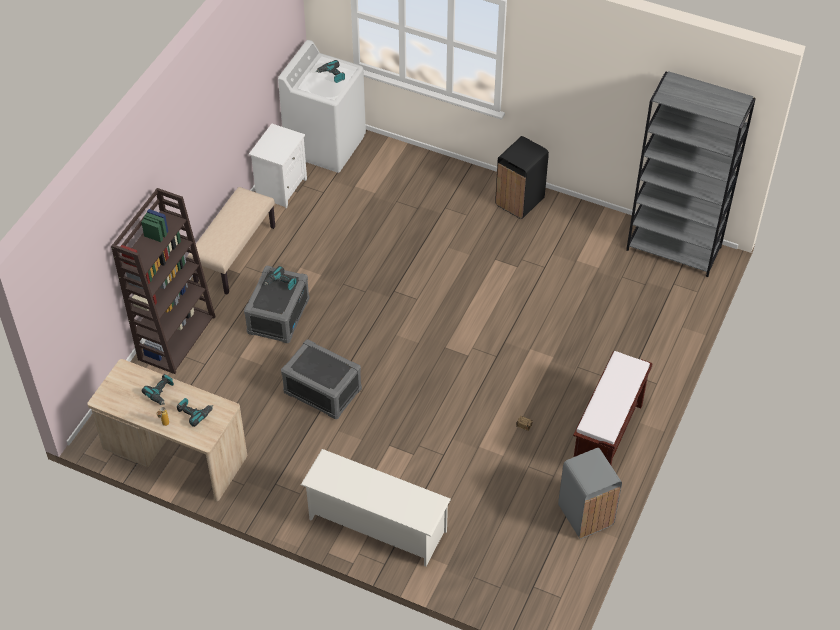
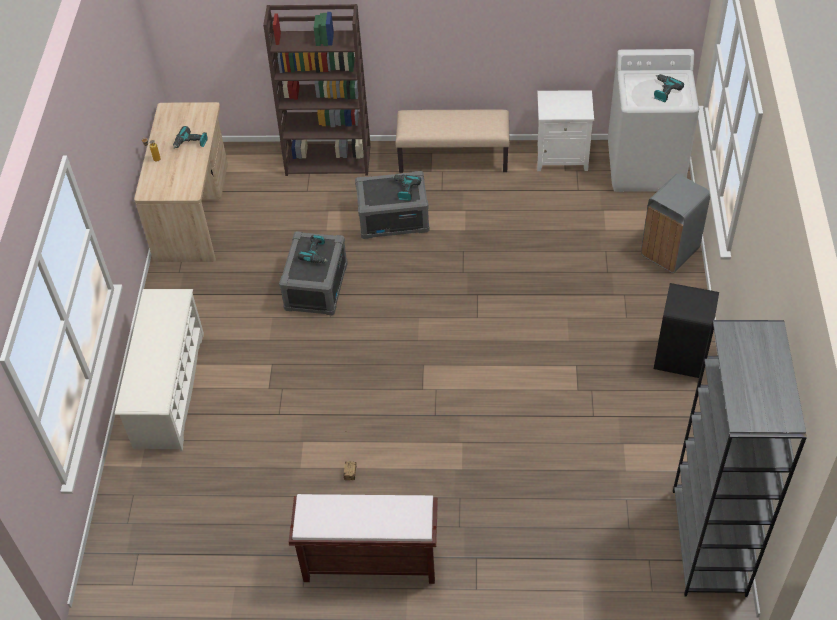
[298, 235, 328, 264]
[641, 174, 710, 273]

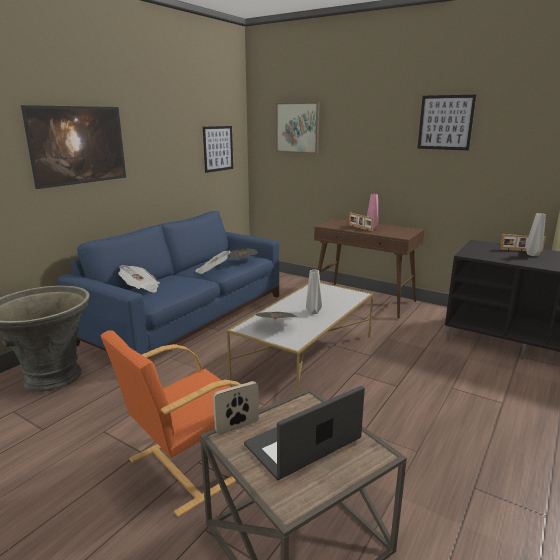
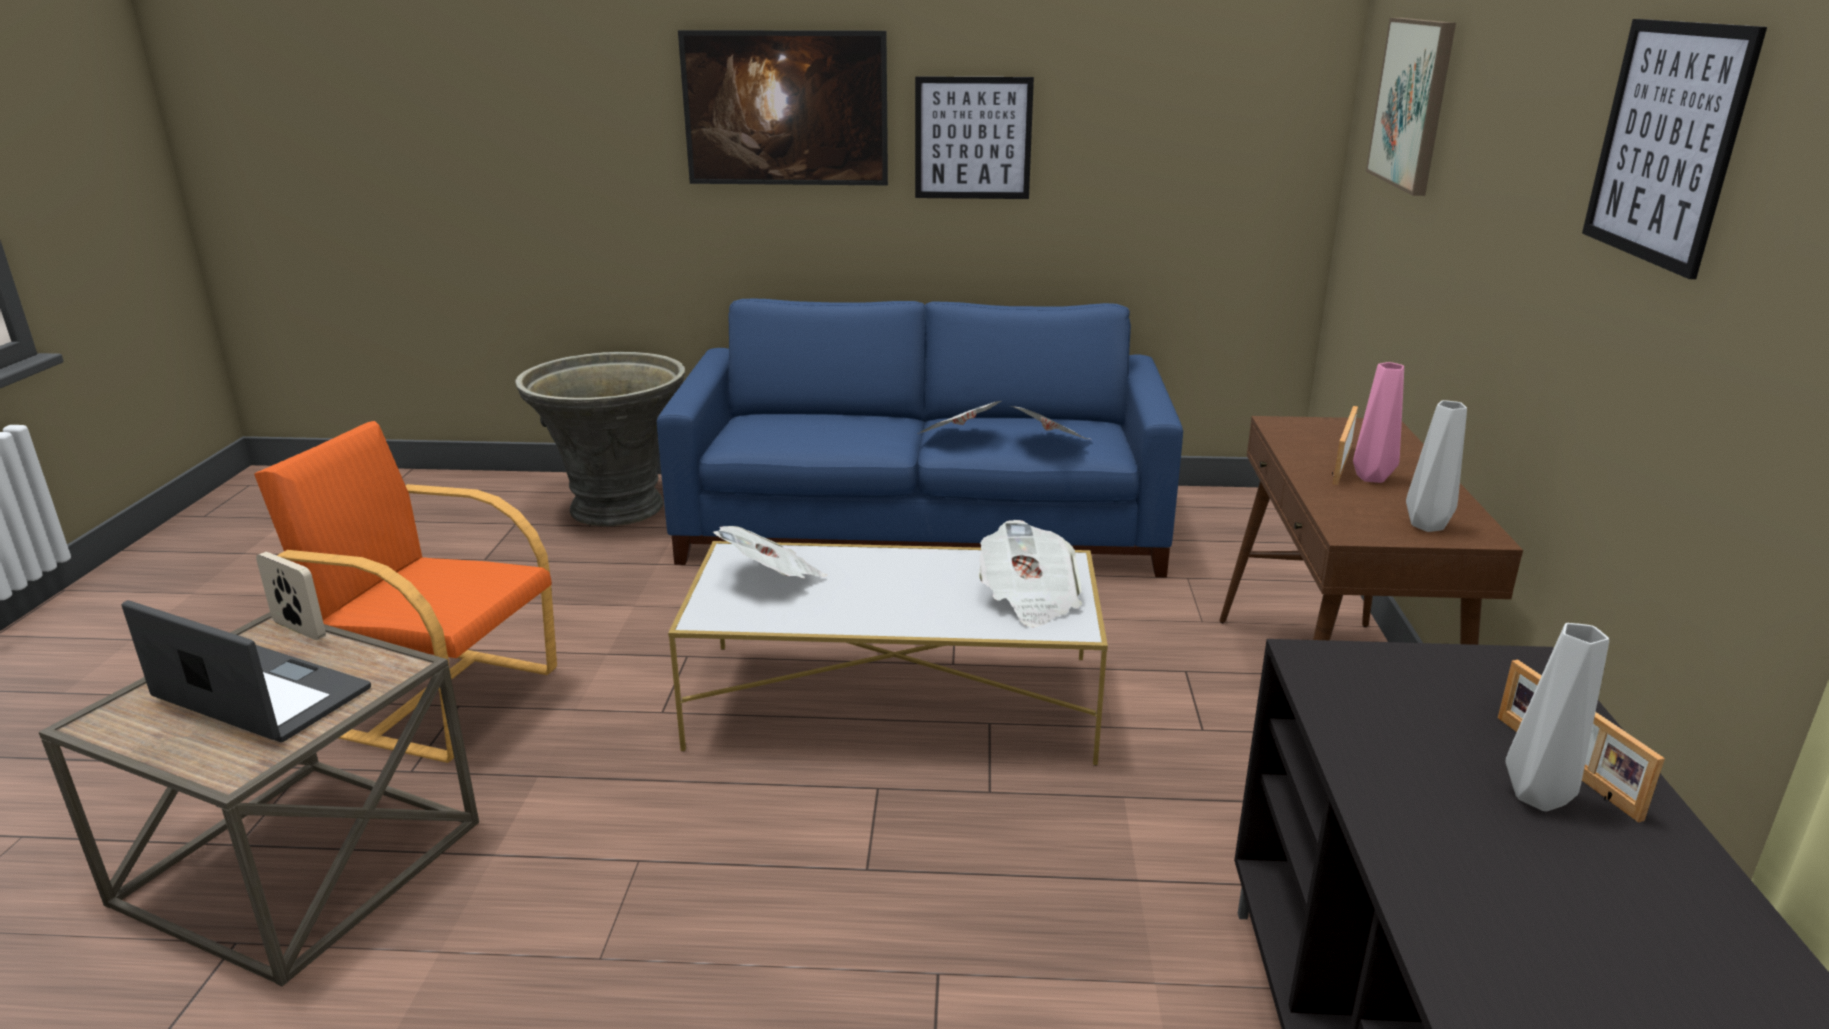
[978, 520, 1082, 628]
[915, 76, 1034, 199]
[1406, 400, 1467, 532]

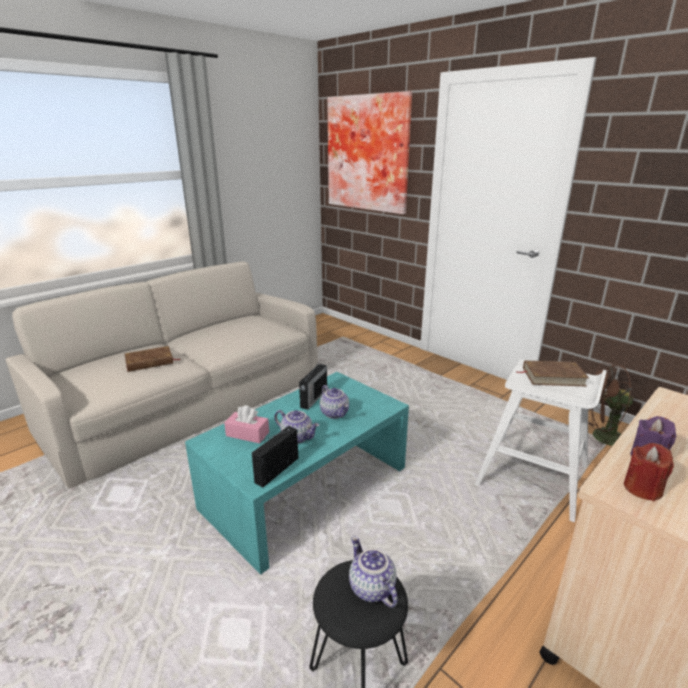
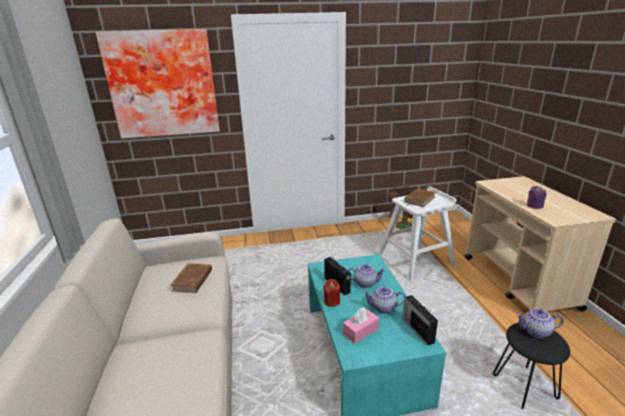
[170, 263, 212, 293]
[363, 287, 405, 314]
[323, 279, 340, 307]

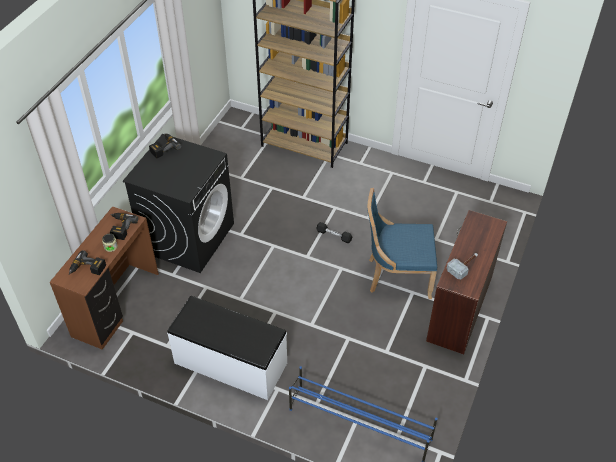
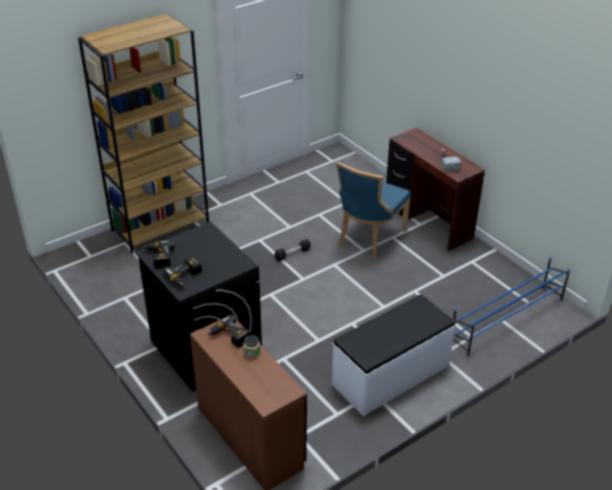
[162, 256, 202, 287]

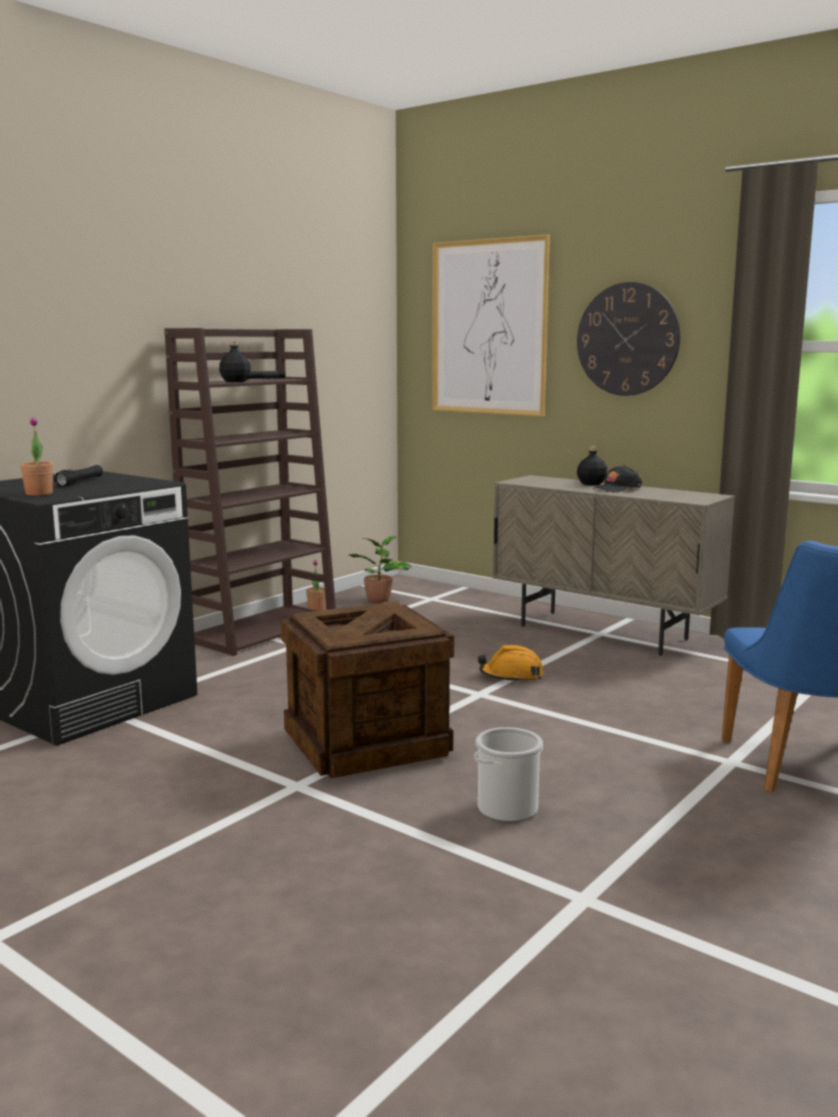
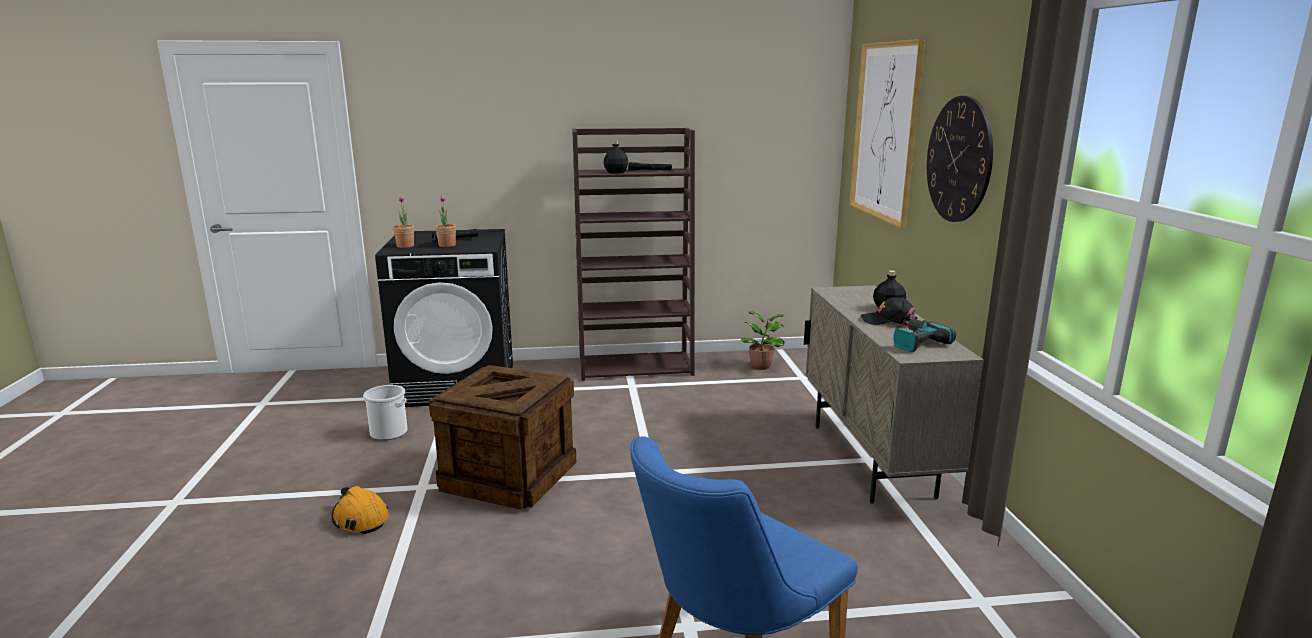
[435, 196, 456, 247]
[363, 385, 407, 440]
[332, 486, 389, 534]
[893, 319, 956, 352]

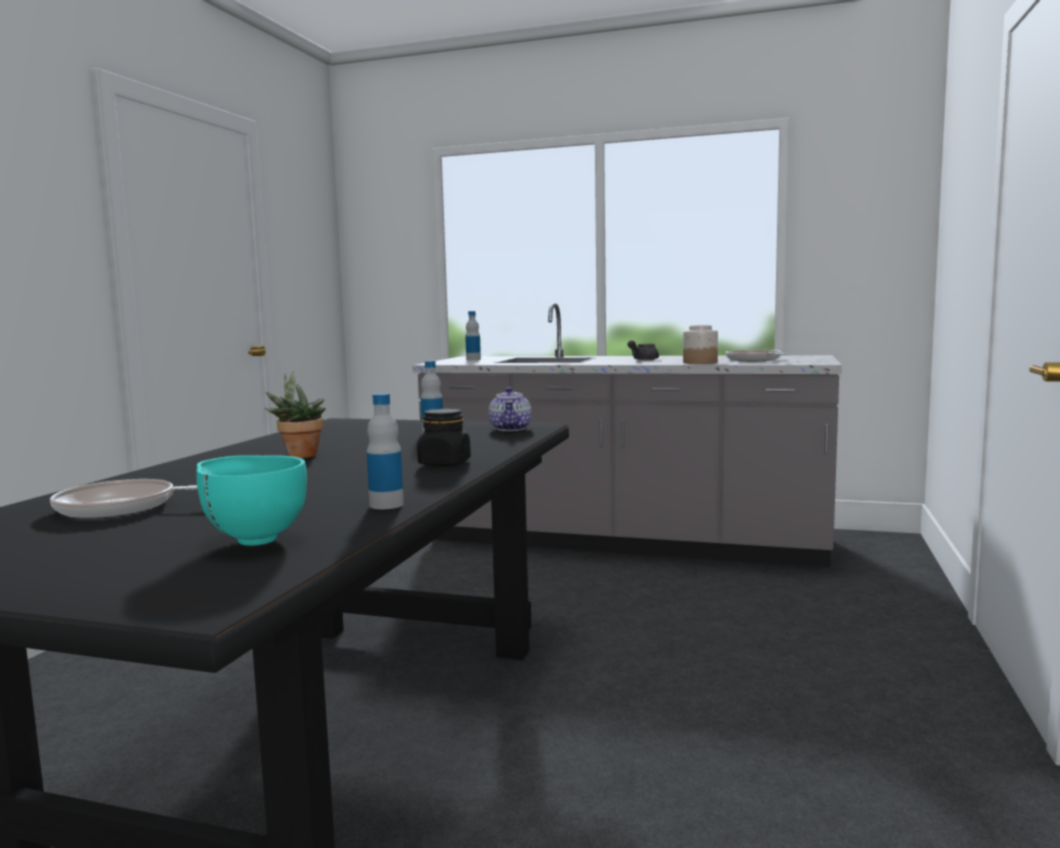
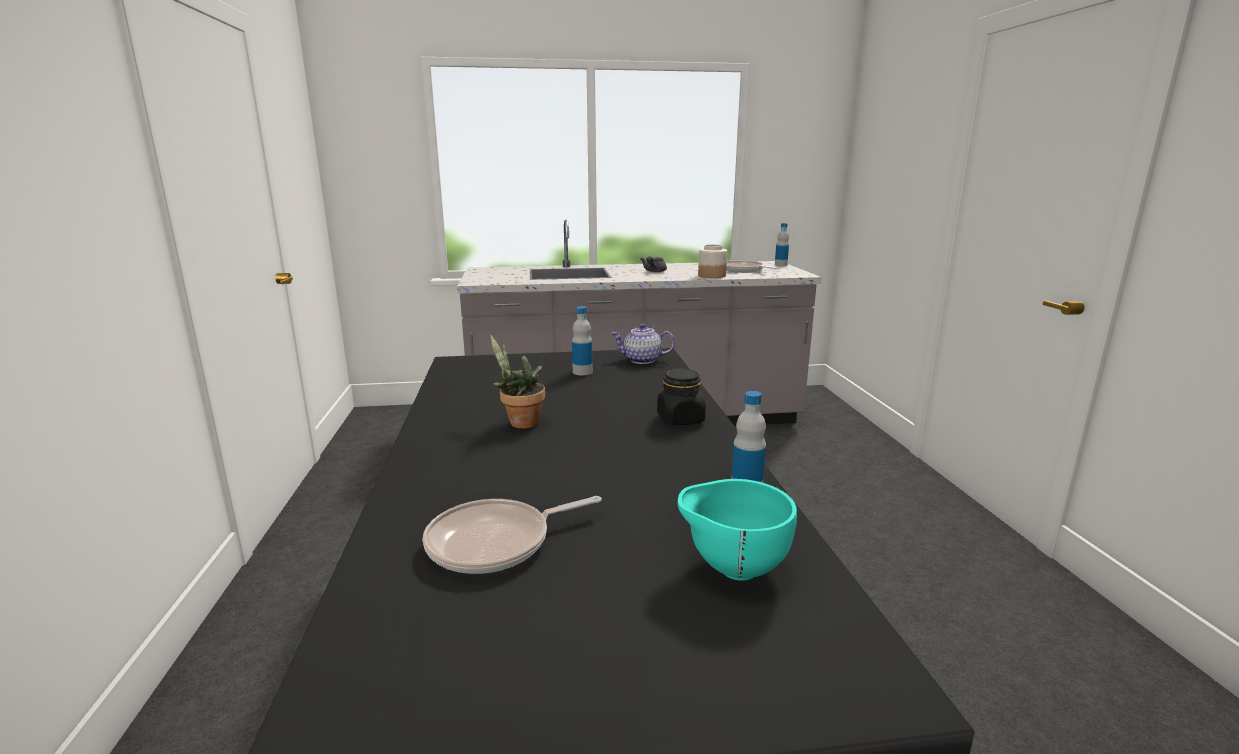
[775, 223, 789, 266]
[611, 324, 675, 364]

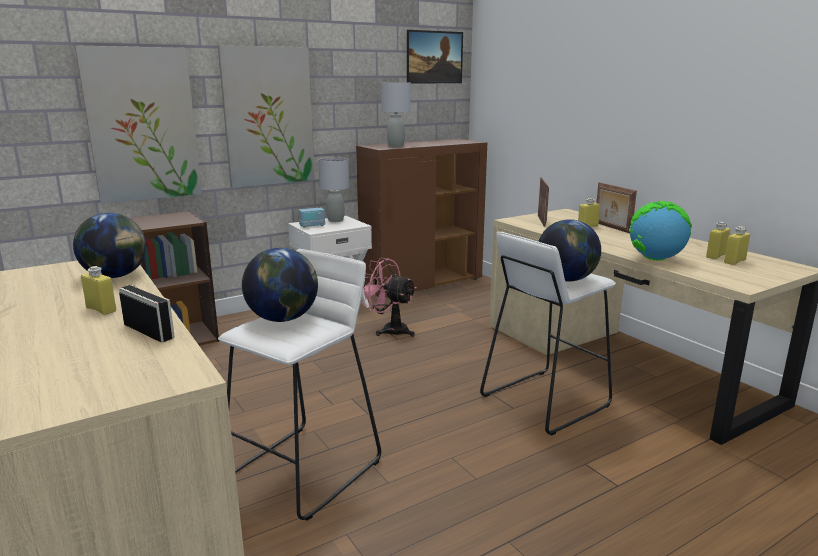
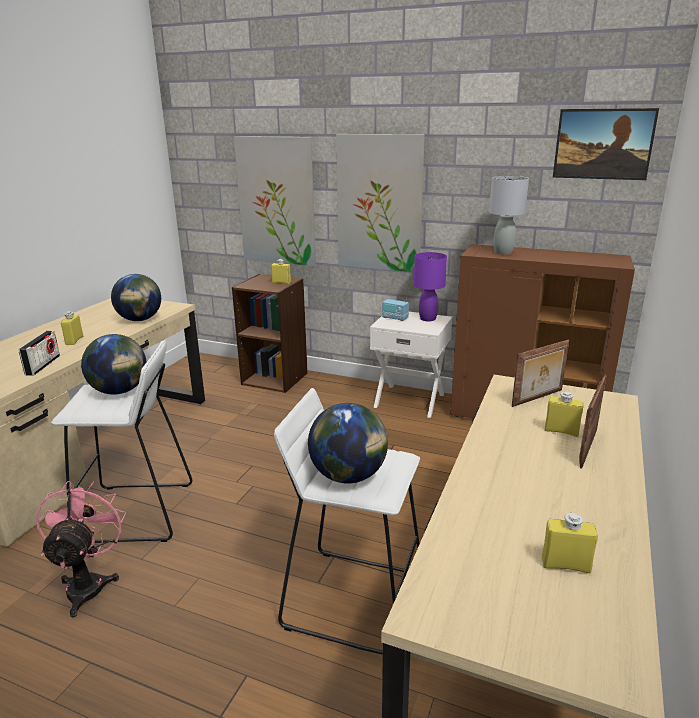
[414, 252, 447, 321]
[36, 481, 126, 617]
[629, 201, 692, 261] (first image)
[271, 259, 291, 284]

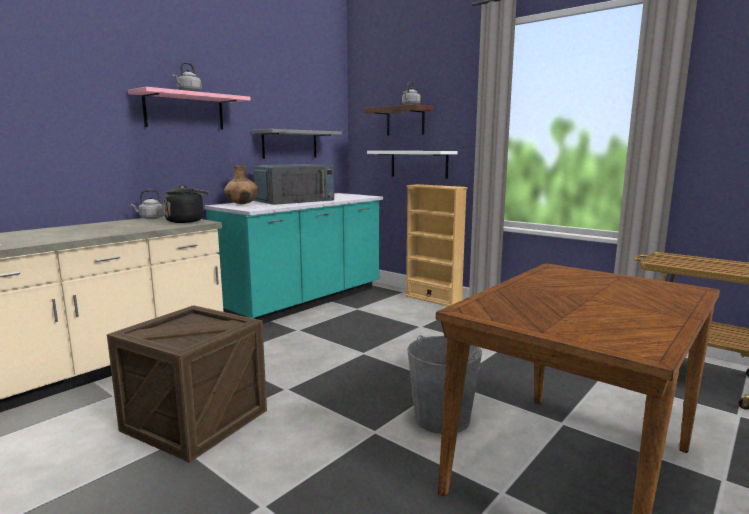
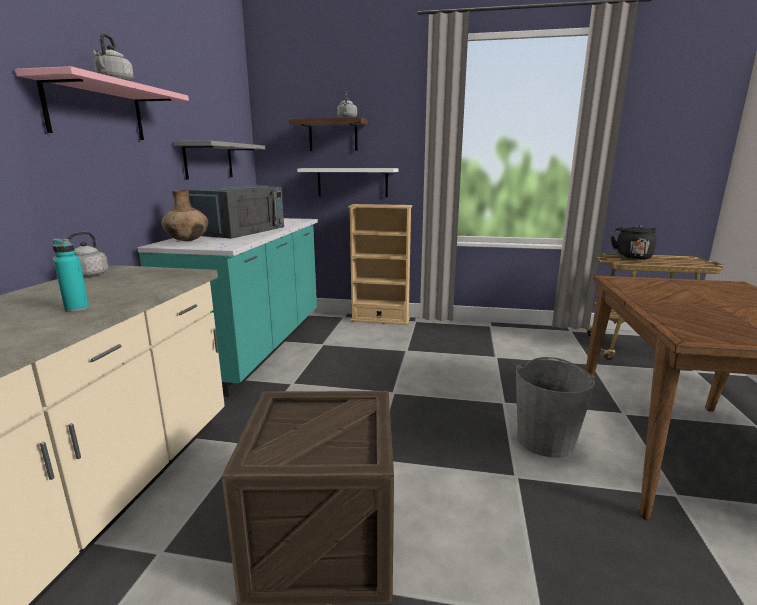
[611, 225, 657, 260]
[53, 239, 89, 312]

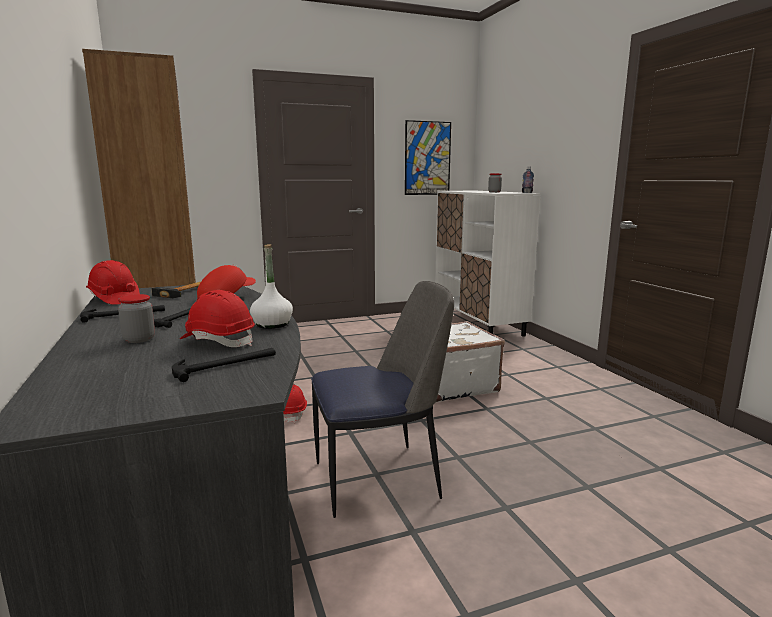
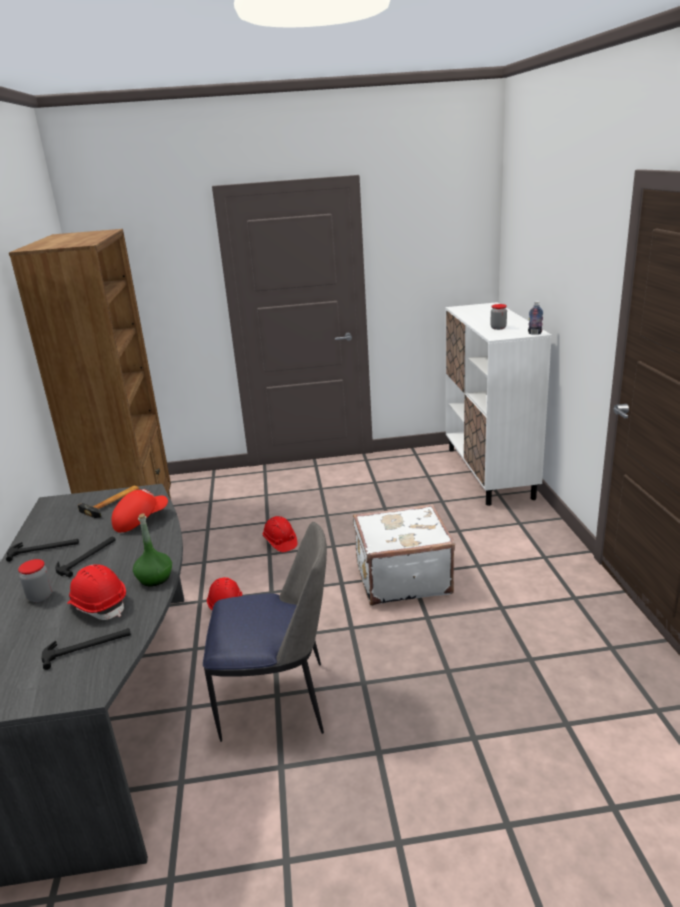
[263, 516, 297, 552]
[133, 513, 172, 587]
[405, 120, 451, 195] (first image)

